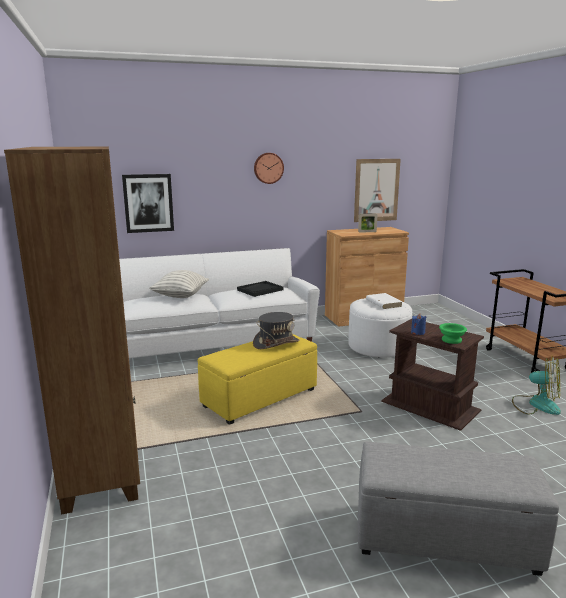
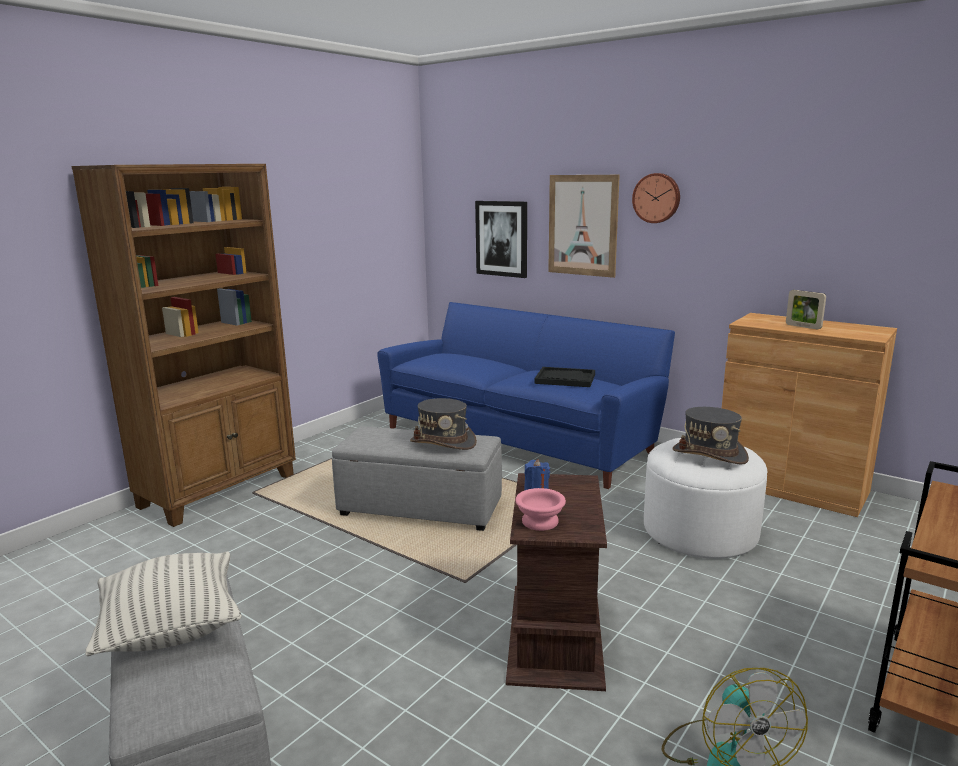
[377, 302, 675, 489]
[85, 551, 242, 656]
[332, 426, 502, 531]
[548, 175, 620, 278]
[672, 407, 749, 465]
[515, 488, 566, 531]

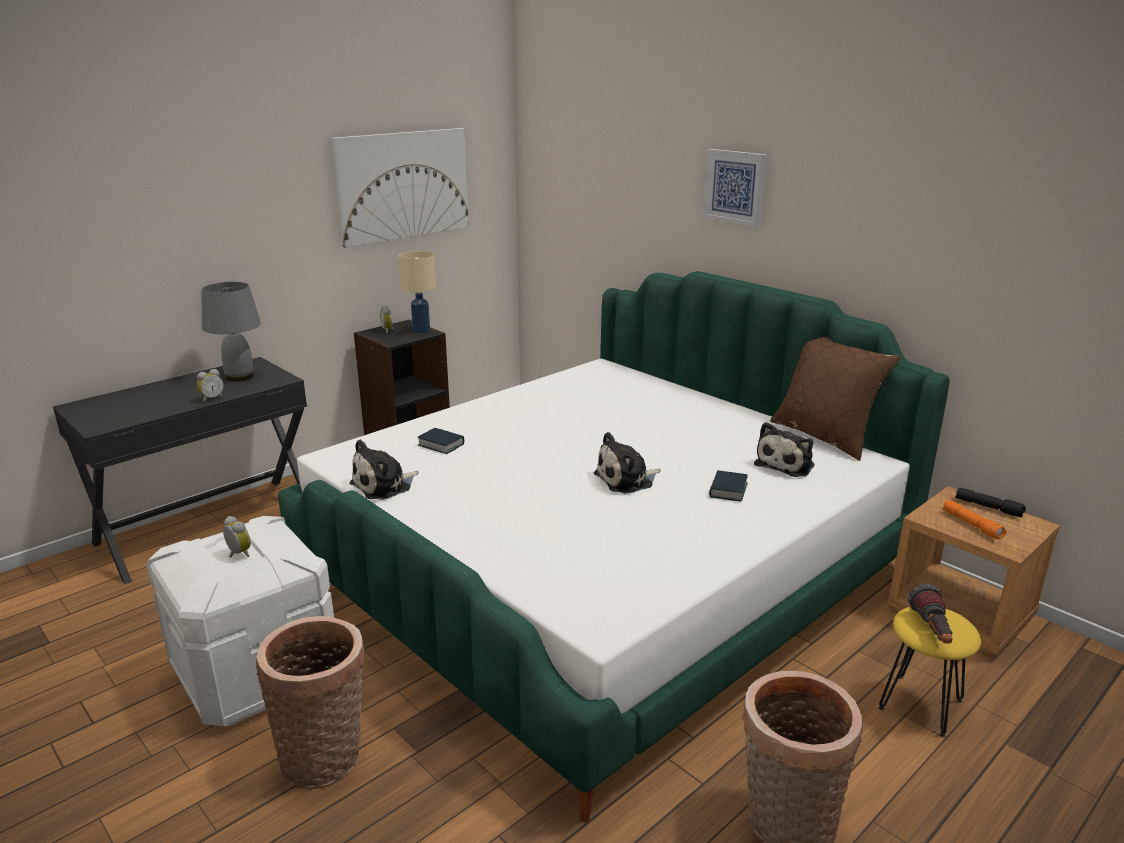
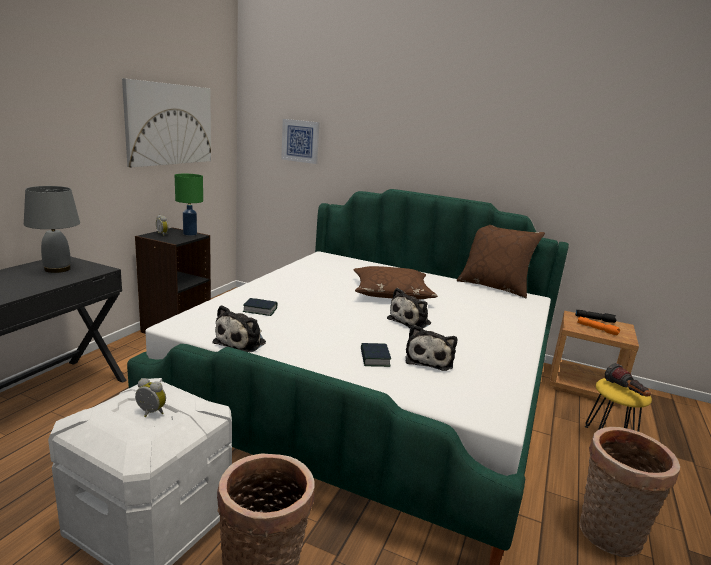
[197, 369, 224, 402] (first image)
[175, 174, 203, 236]
[281, 119, 320, 164]
[361, 343, 391, 367]
[405, 325, 457, 371]
[354, 266, 438, 300]

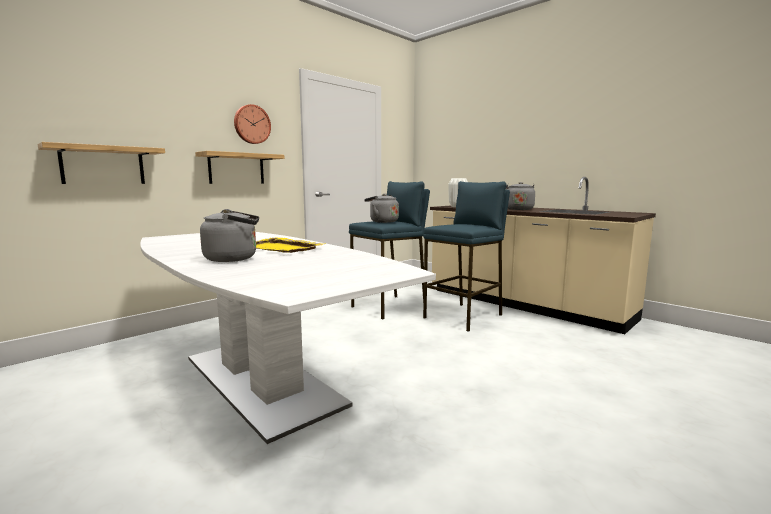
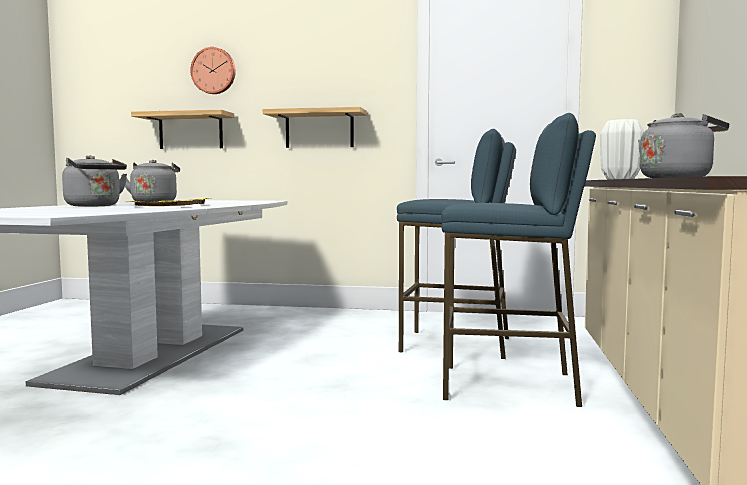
[190, 47, 236, 94]
[121, 160, 180, 202]

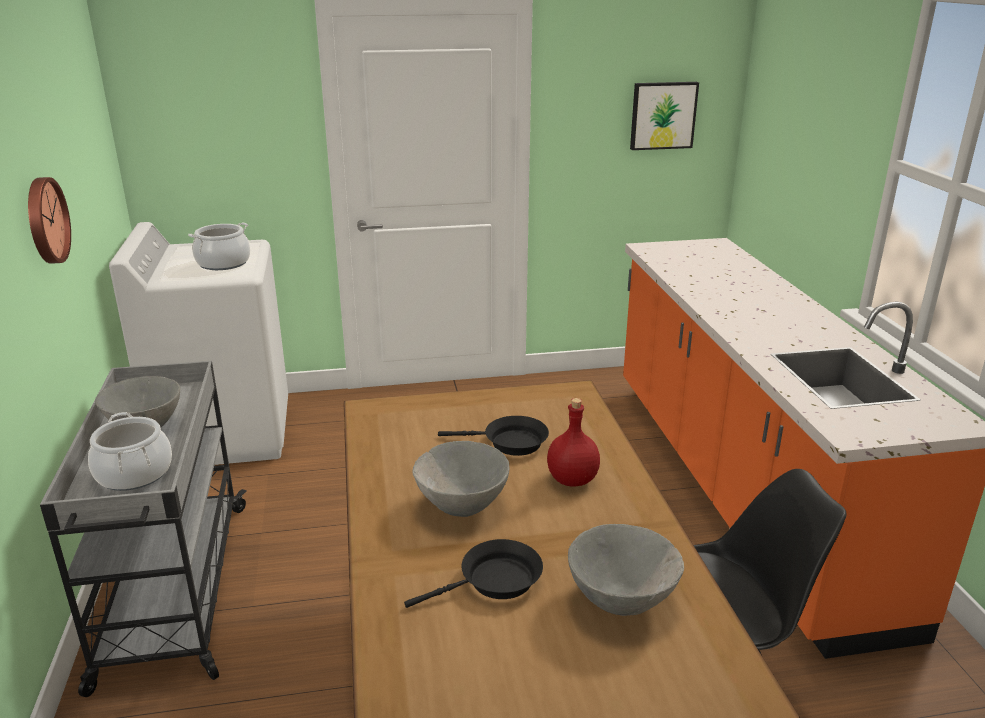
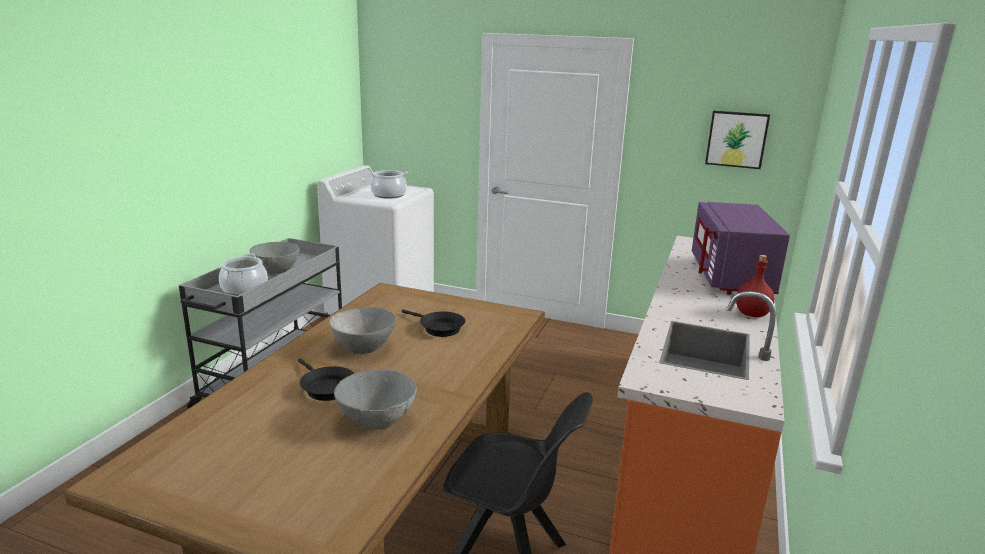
[28, 177, 71, 264] (first image)
[298, 358, 354, 401]
[736, 255, 775, 317]
[692, 202, 790, 295]

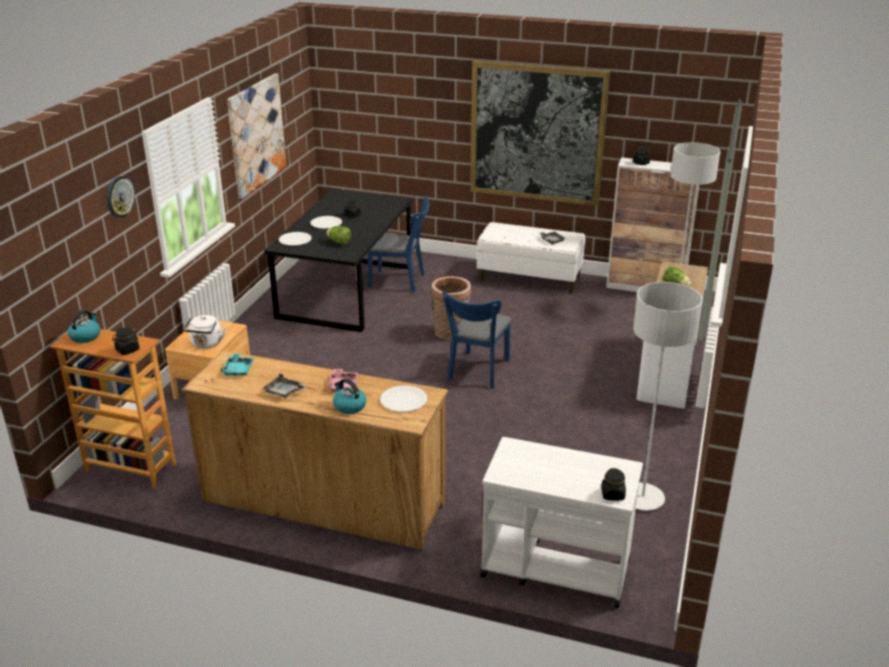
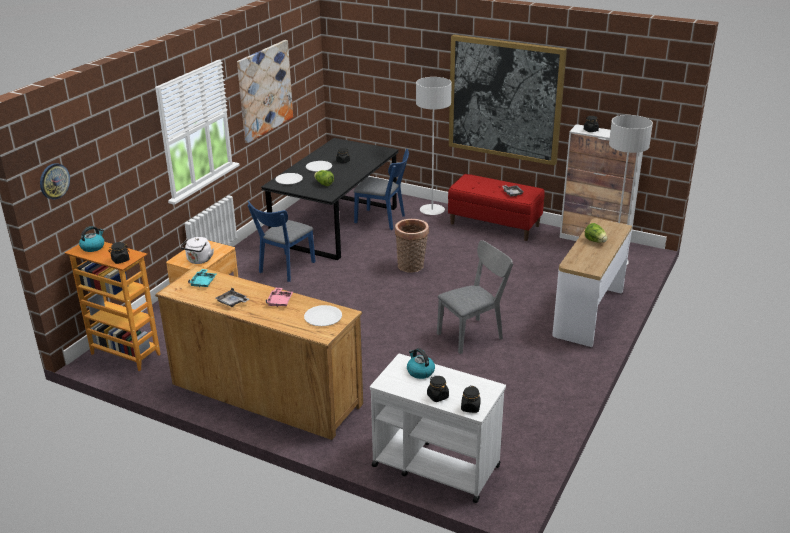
[40, 163, 70, 199]
[407, 348, 435, 379]
[247, 200, 316, 282]
[448, 174, 545, 241]
[416, 77, 452, 215]
[427, 376, 449, 402]
[437, 240, 513, 354]

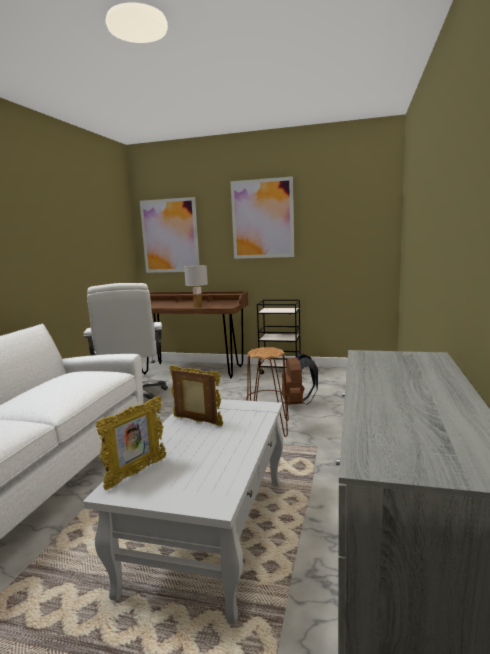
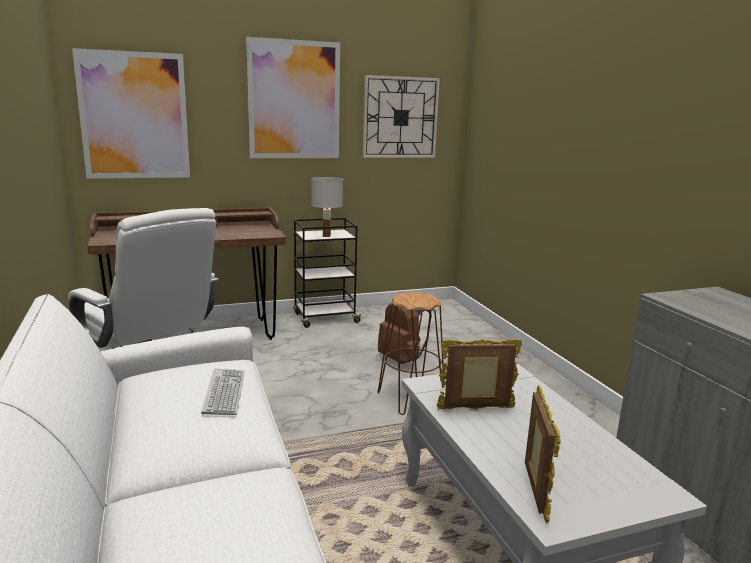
[311, 177, 343, 237]
[201, 368, 245, 415]
[363, 75, 440, 158]

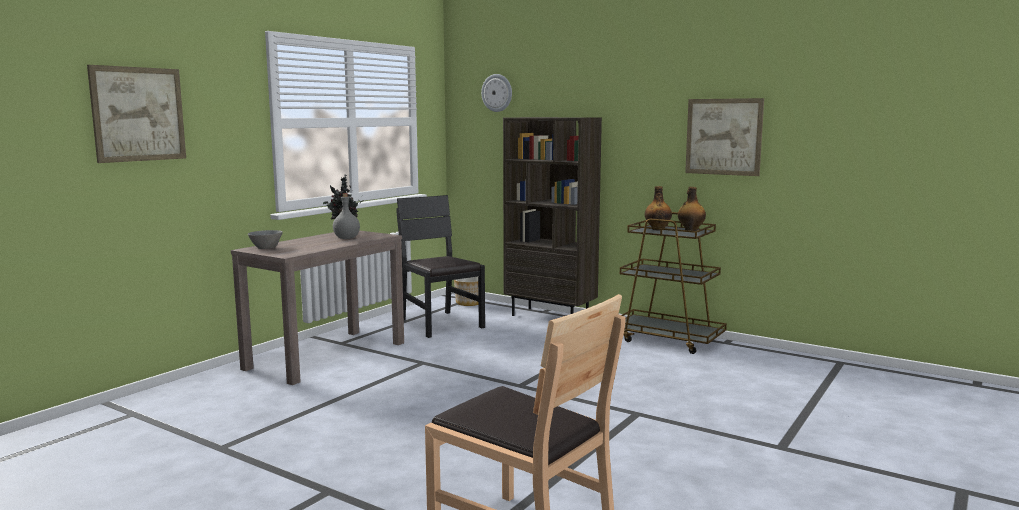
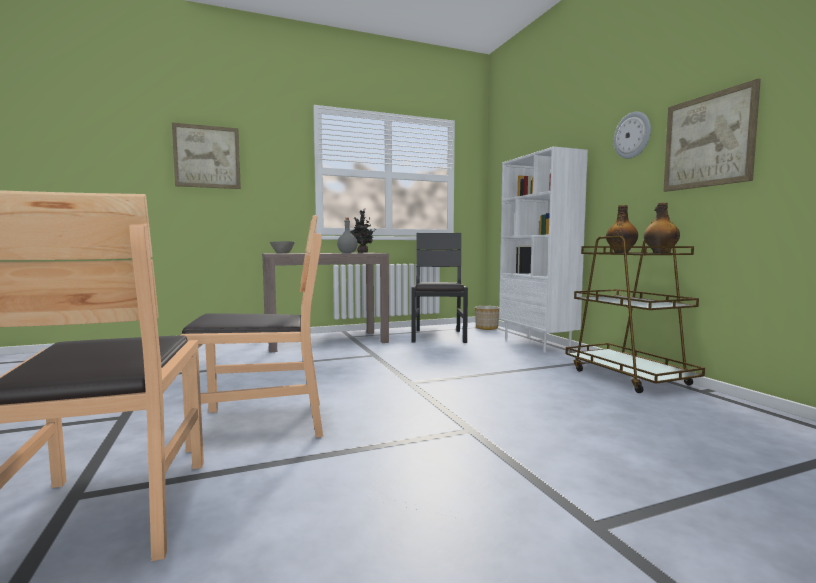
[614, 112, 651, 159]
[499, 146, 588, 353]
[181, 215, 323, 453]

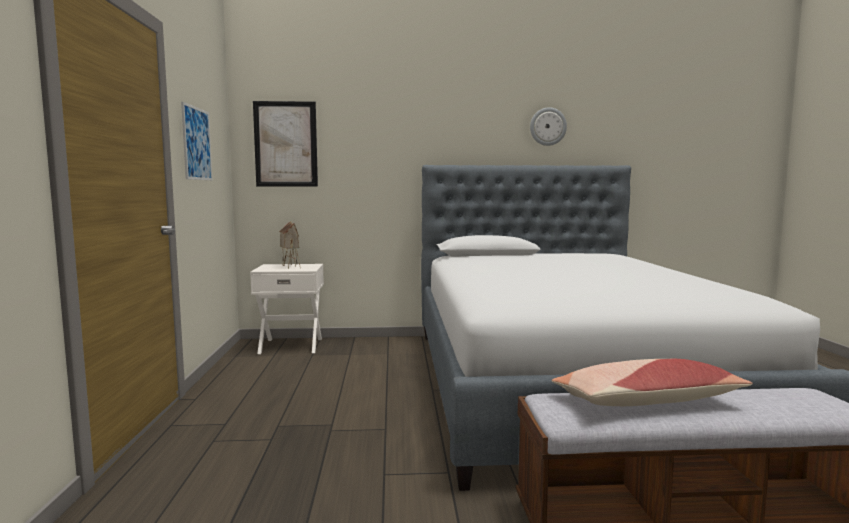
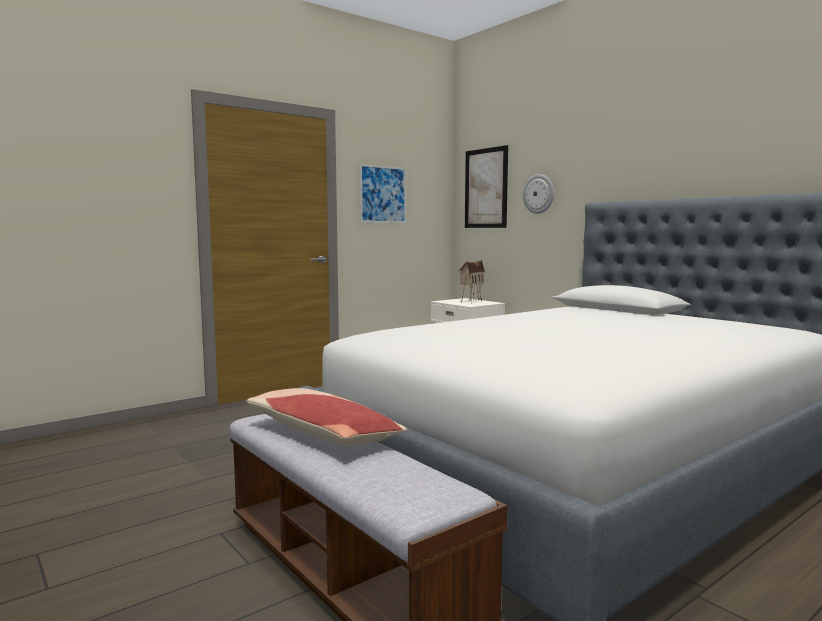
[523, 174, 554, 214]

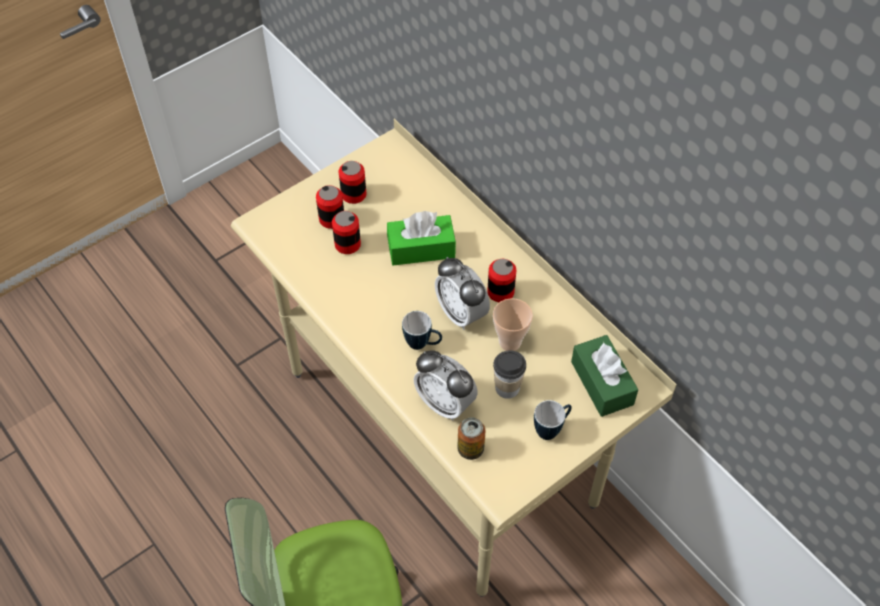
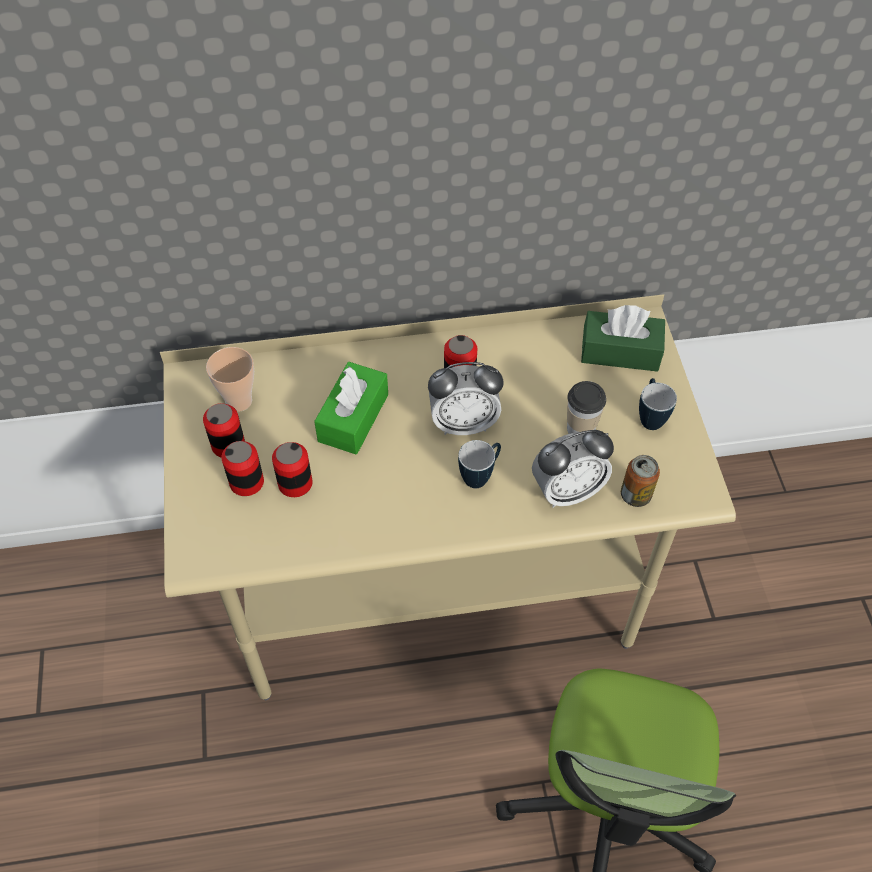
[206, 347, 254, 412]

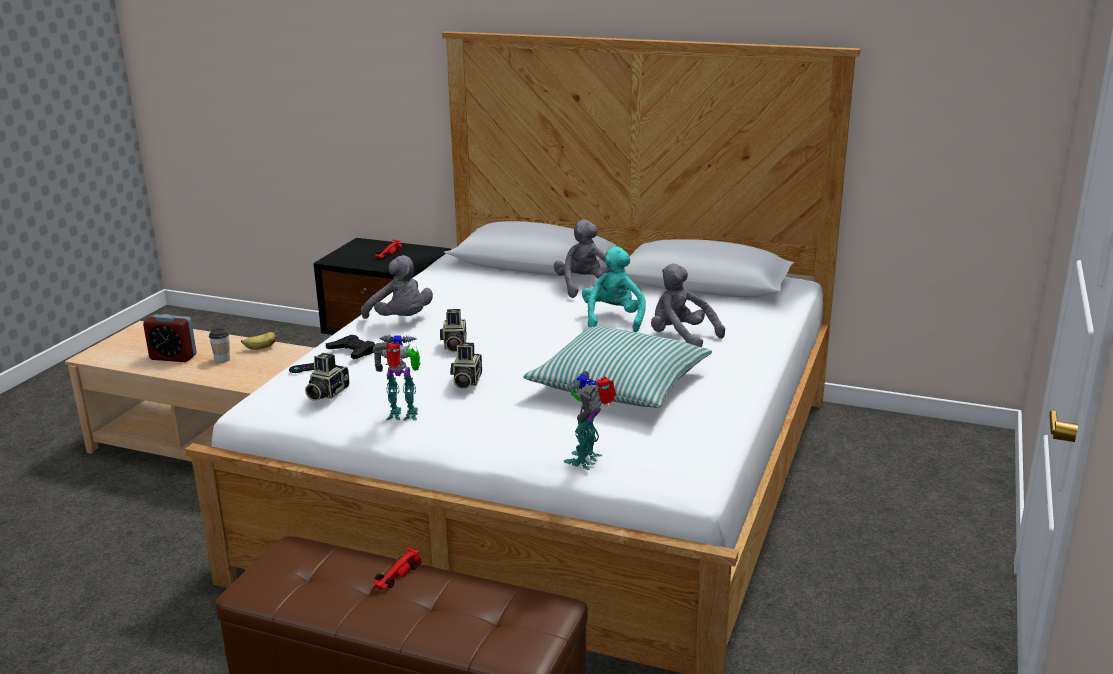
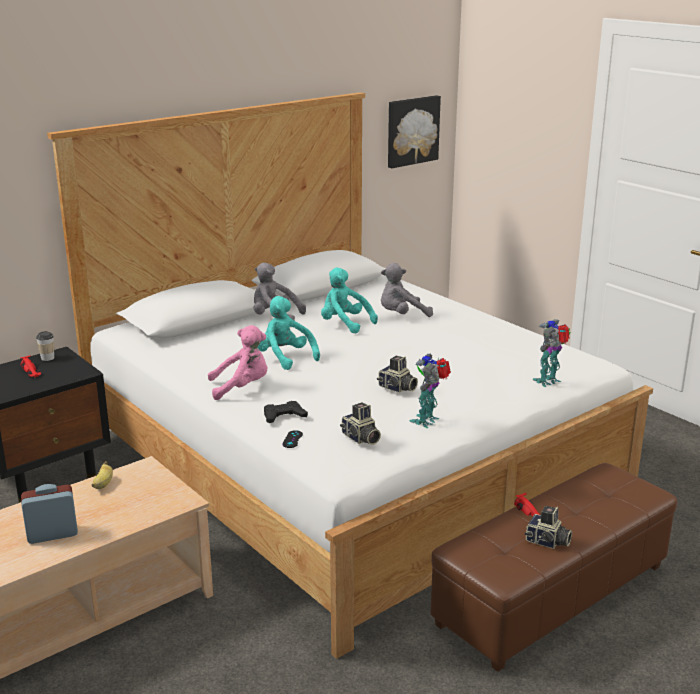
[21, 484, 78, 544]
[36, 331, 54, 361]
[208, 325, 267, 400]
[525, 506, 572, 549]
[523, 326, 712, 408] (first image)
[532, 319, 570, 387]
[257, 296, 320, 370]
[388, 95, 441, 168]

